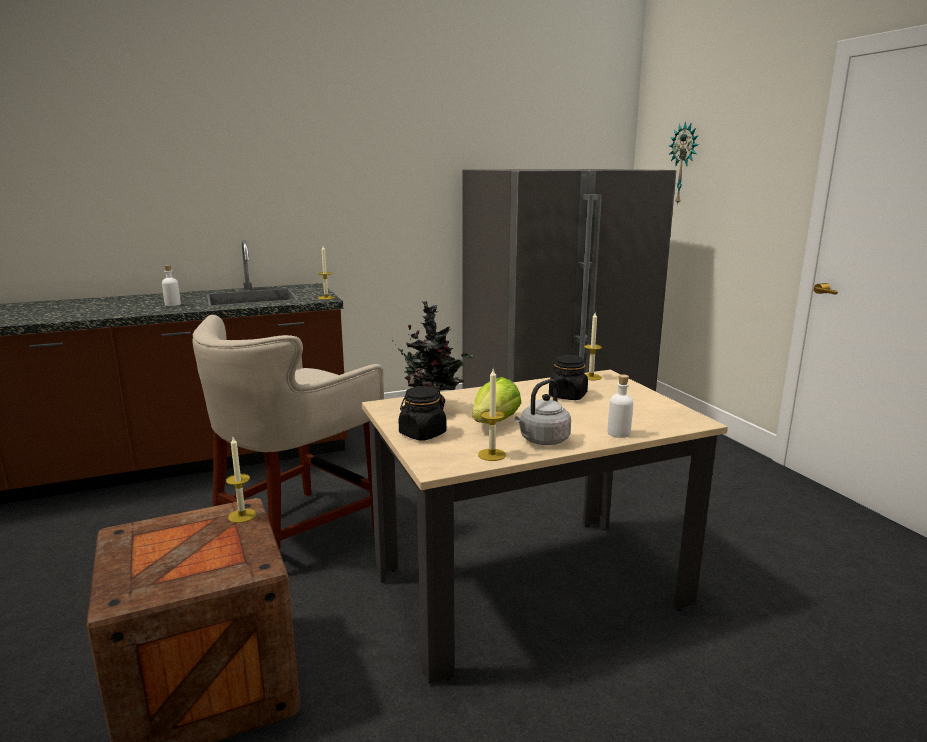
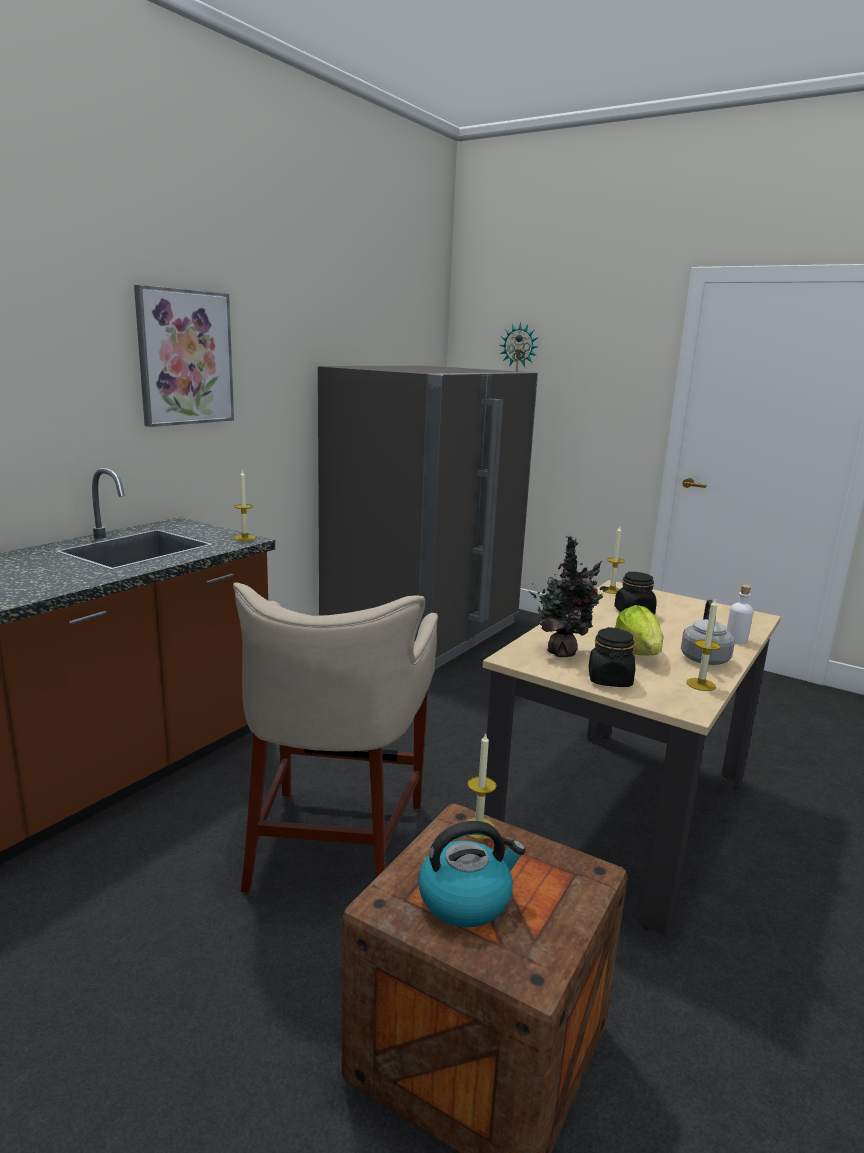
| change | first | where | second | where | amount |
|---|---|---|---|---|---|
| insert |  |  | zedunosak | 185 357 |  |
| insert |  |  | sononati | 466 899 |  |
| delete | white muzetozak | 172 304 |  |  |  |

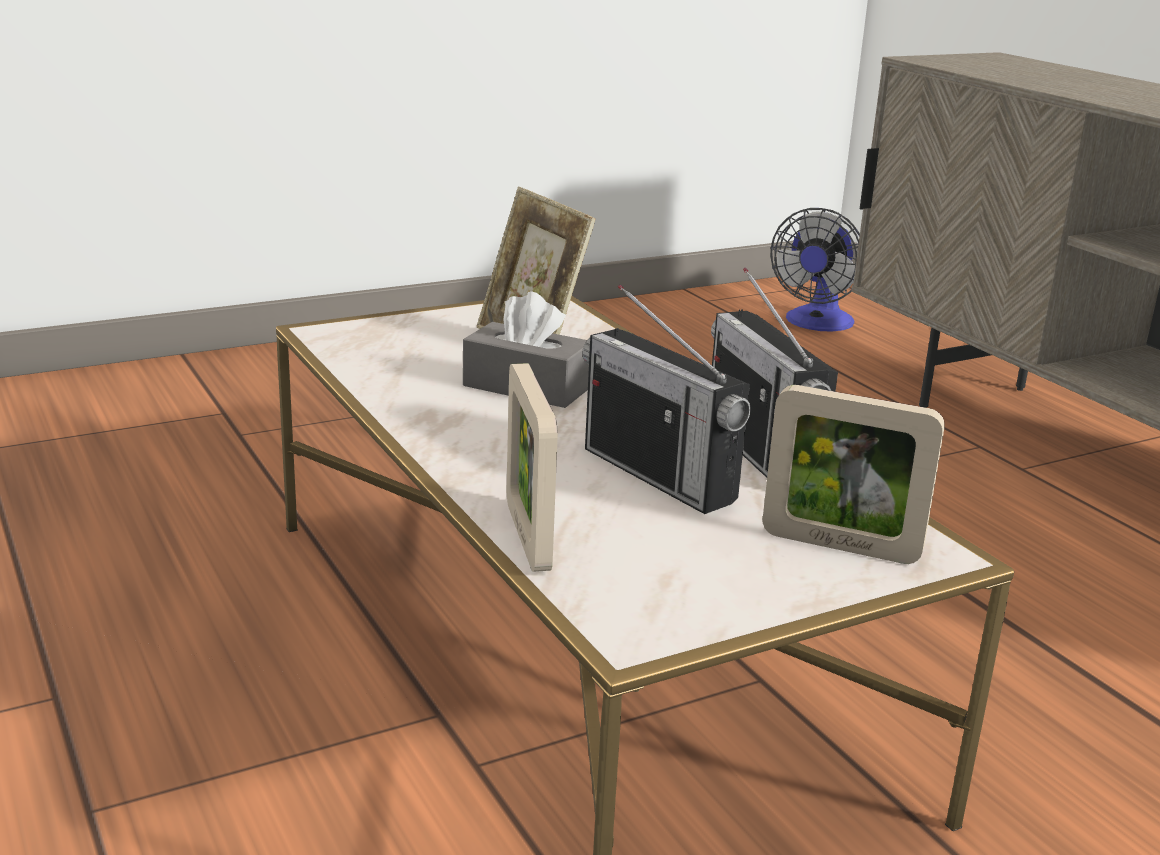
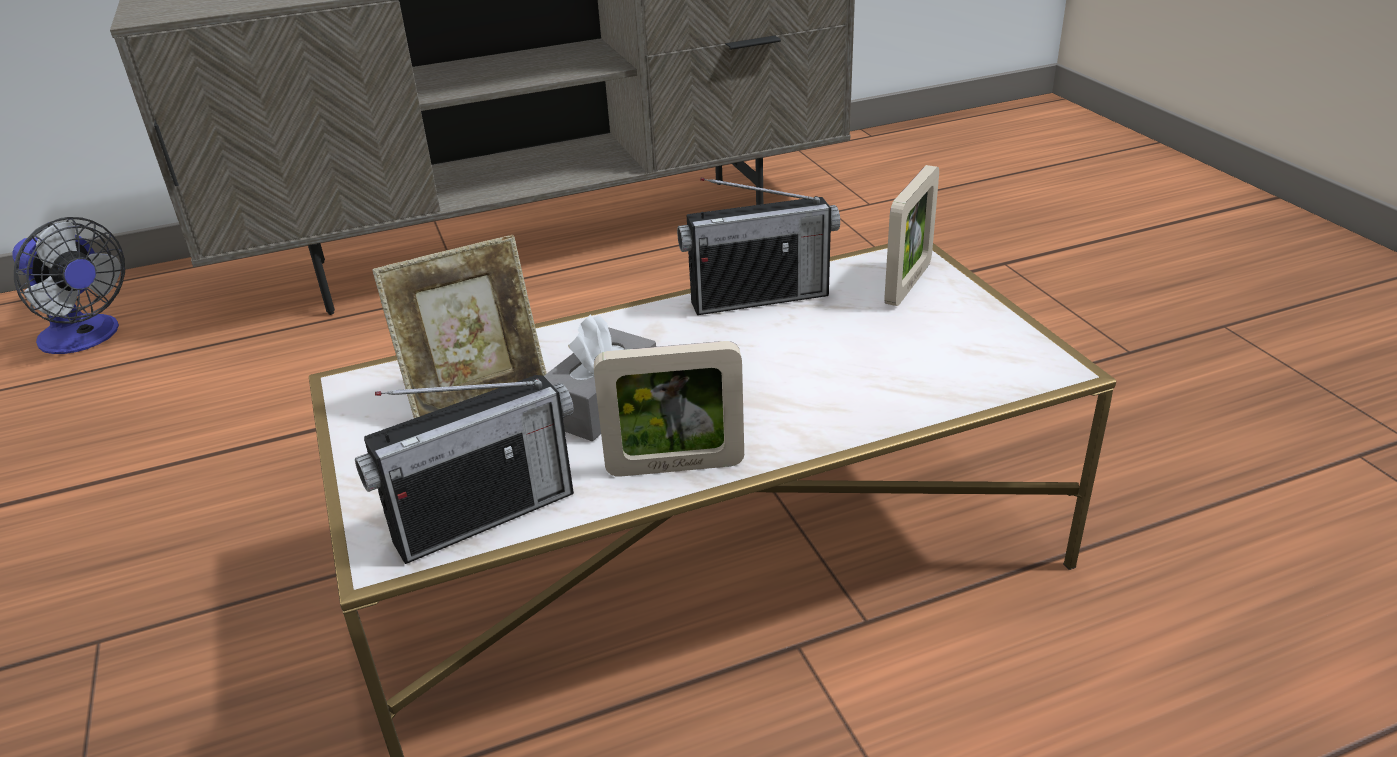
| change | first | where | second | where | amount |
|---|---|---|---|---|---|
| move | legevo | 658 475 |  | 483 515 |  |
| move | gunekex | 527 537 |  | 675 466 |  |

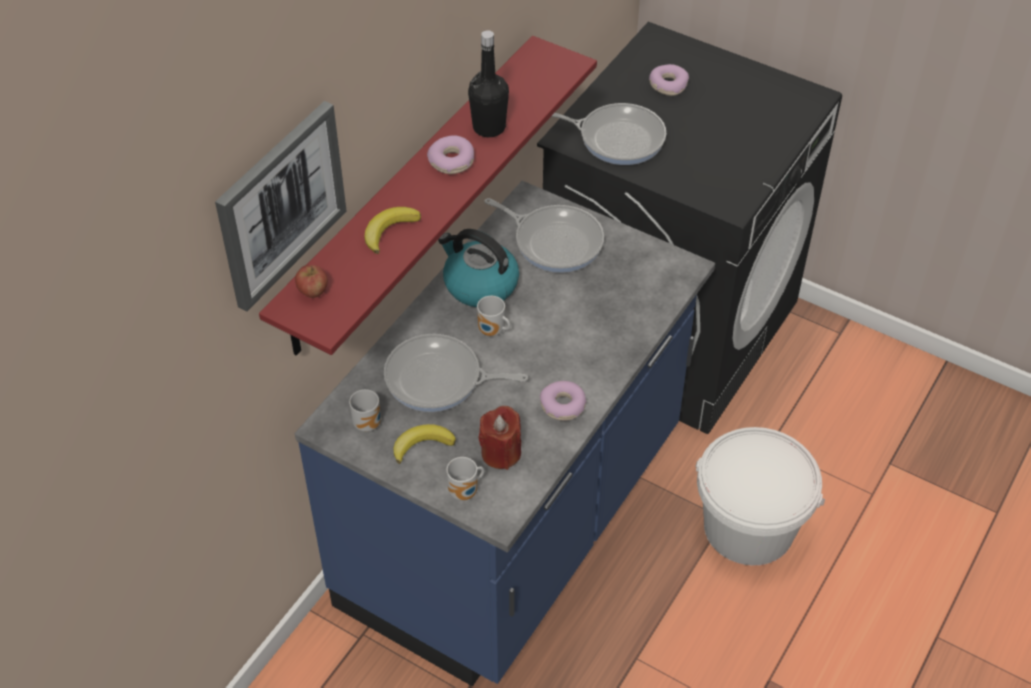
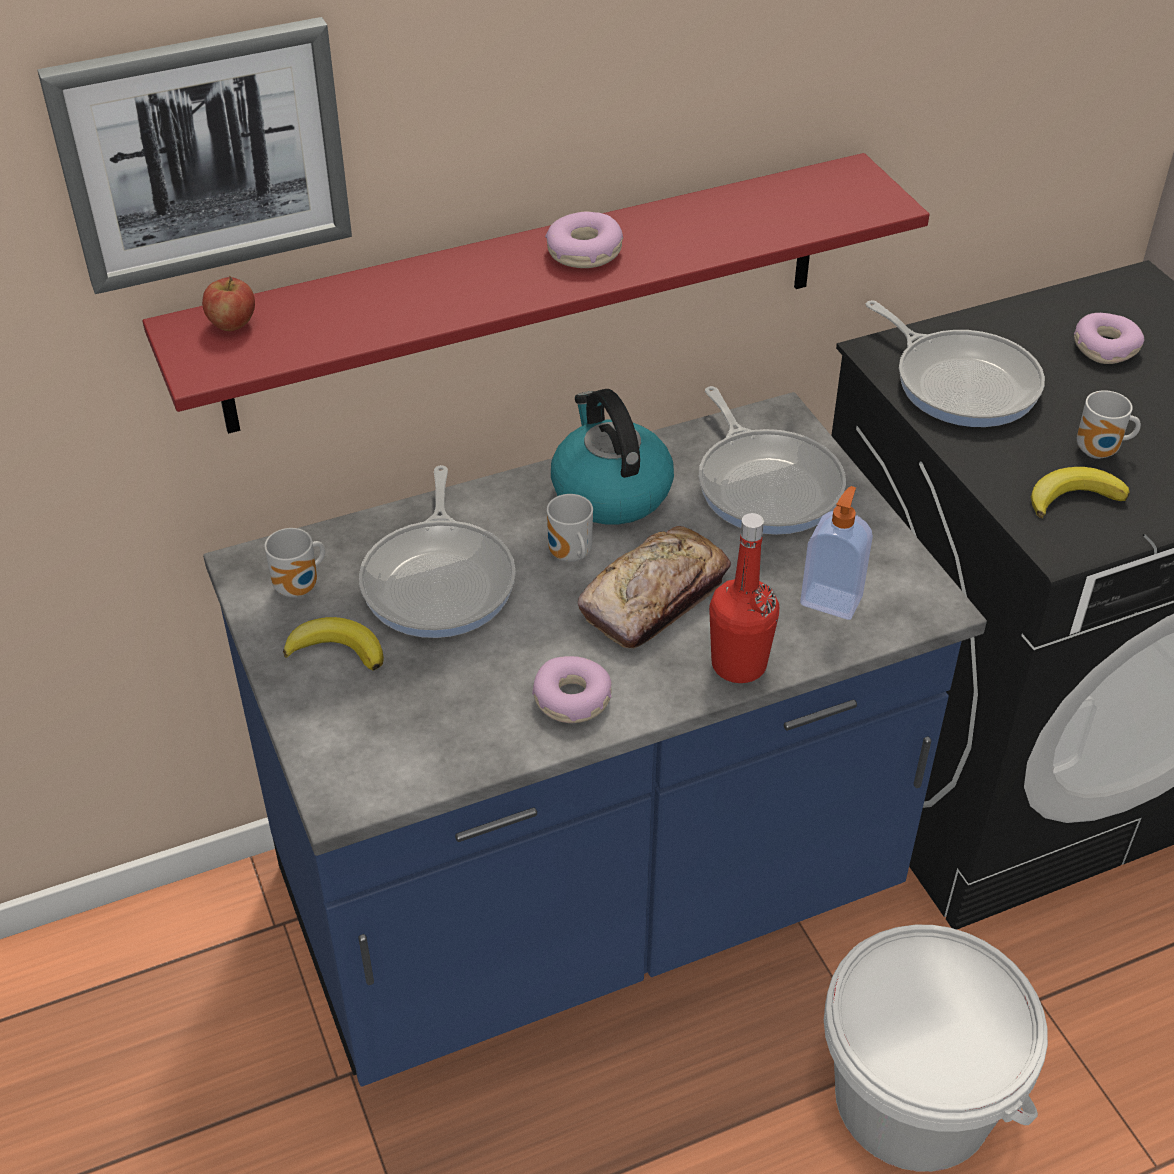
| change | first | where | second | where | amount |
|---|---|---|---|---|---|
| rotate | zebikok | 438 379 |  | 440 580 | 135 degrees counterclockwise |
| insert |  |  | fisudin | 654 598 |  |
| insert |  |  | red muzetozak | 739 664 |  |
| insert |  |  | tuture | 831 599 |  |
| move | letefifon | 389 231 |  | 1073 497 |  |
| move | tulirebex | 465 492 |  | 1099 453 |  |
| delete | black muzetozak | 489 127 |  |  |  |
| delete | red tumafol | 501 453 |  |  |  |

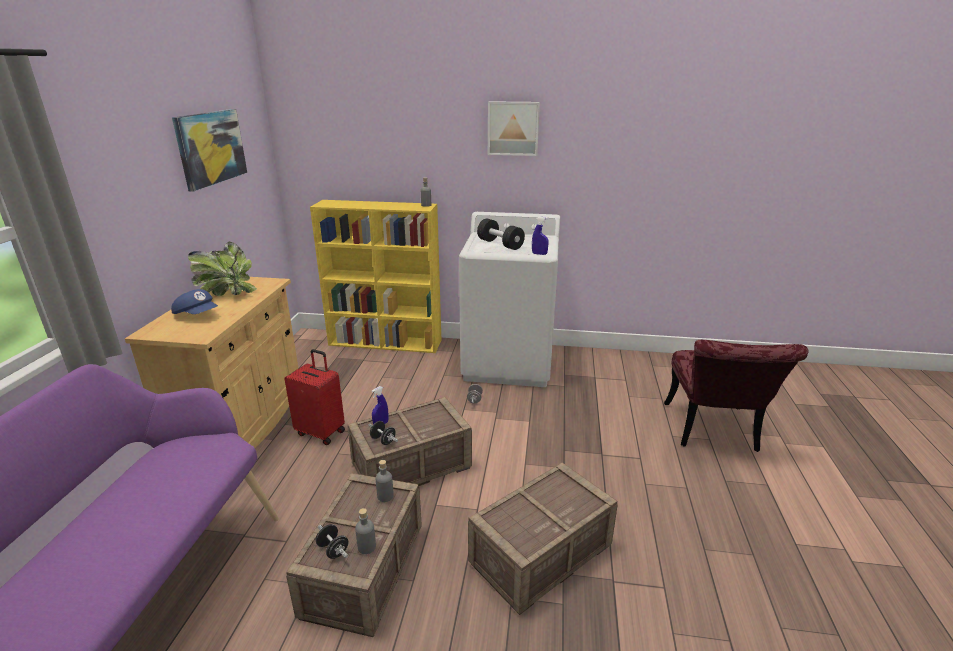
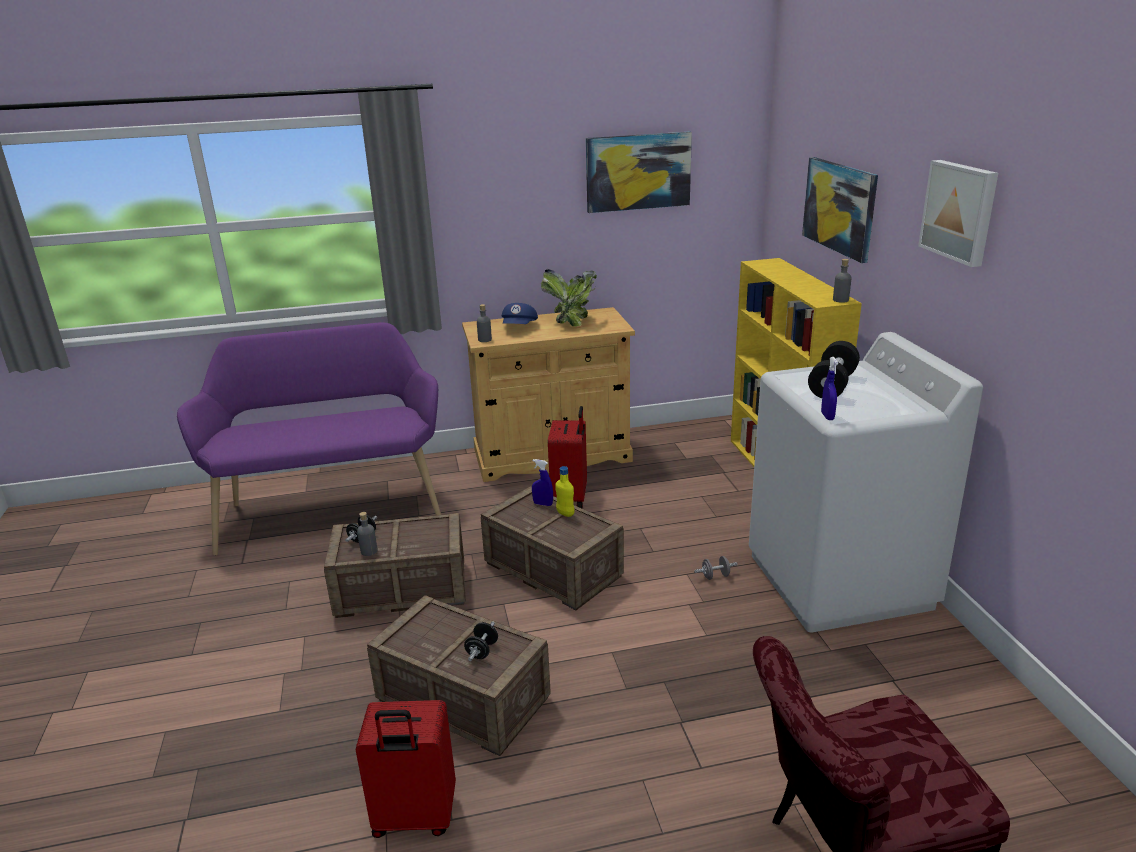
| change | first | where | second | where | amount |
|---|---|---|---|---|---|
| insert |  |  | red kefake | 414 818 |  |
| move | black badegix | 383 440 |  | 482 651 |  |
| move | grey muzetozak | 385 496 |  | 485 340 |  |
| insert |  |  | yellow muzetozak | 565 513 |  |
| insert |  |  | zedunosak | 839 207 |  |

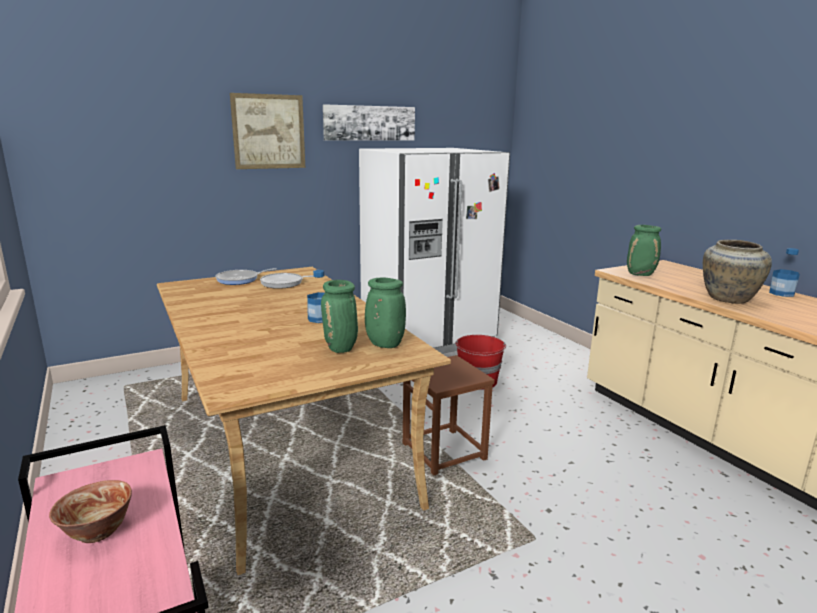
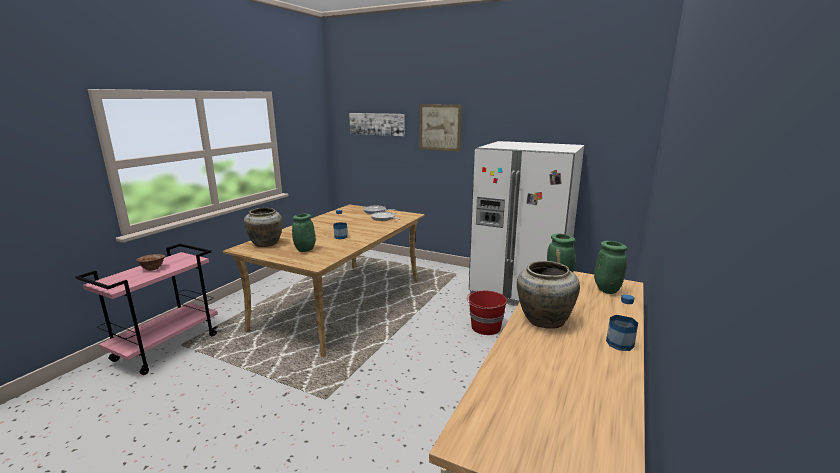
| change | first | where | second | where | amount |
|---|---|---|---|---|---|
| insert |  |  | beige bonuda | 266 244 |  |
| move | zedunosak | 369 123 |  | 377 124 |  |
| move | green bonuda | 384 344 |  | 605 290 |  |
| delete | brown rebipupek | 444 451 |  |  |  |

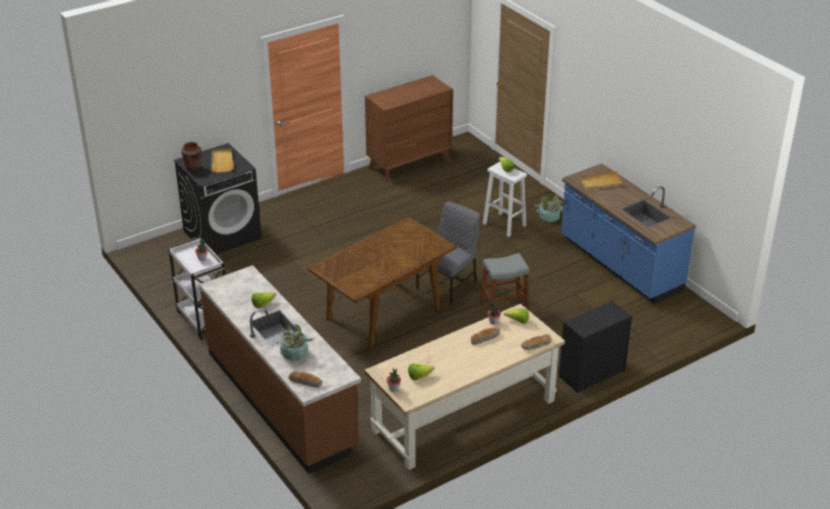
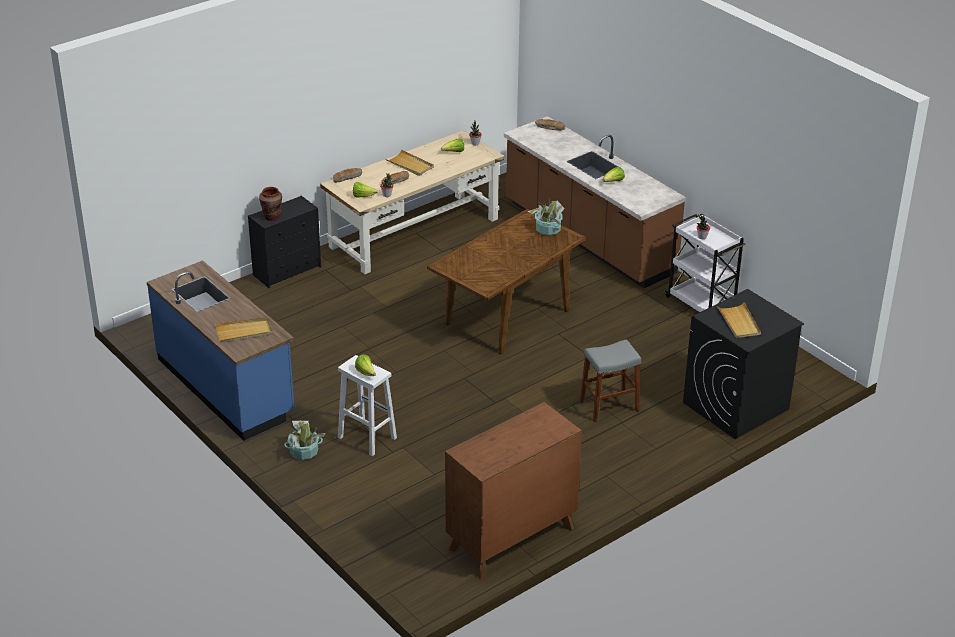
| change | first | where | second | where | amount |
|---|---|---|---|---|---|
| move | brown bonuda | 193 168 |  | 272 217 |  |
| insert |  |  | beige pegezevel | 410 165 |  |
| move | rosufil | 294 353 |  | 548 230 |  |
| move | grey rebipupek | 503 308 |  | 609 406 |  |
| delete | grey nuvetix | 448 285 |  |  |  |

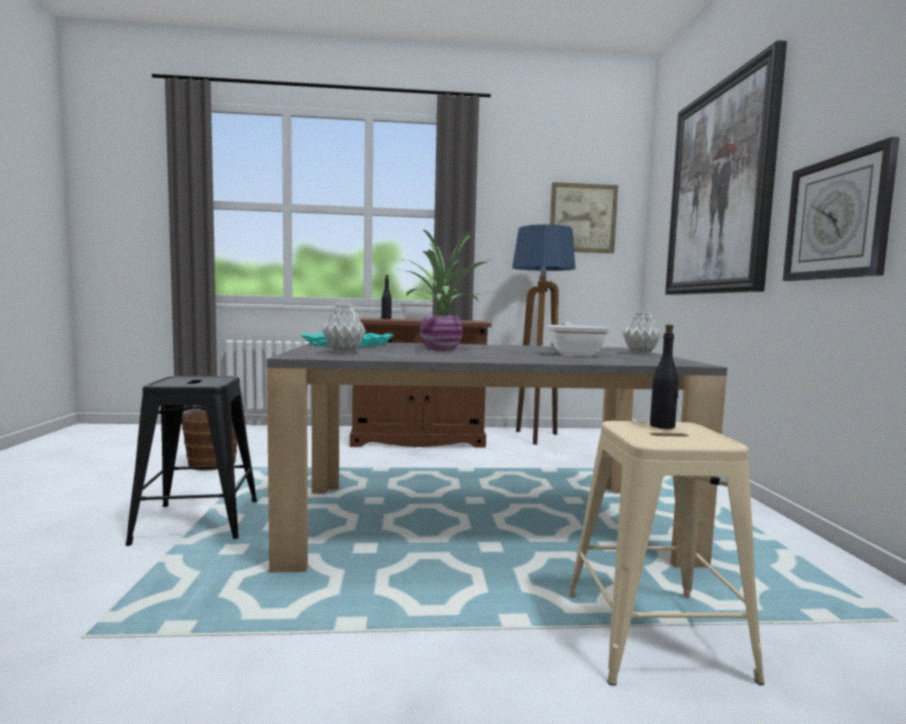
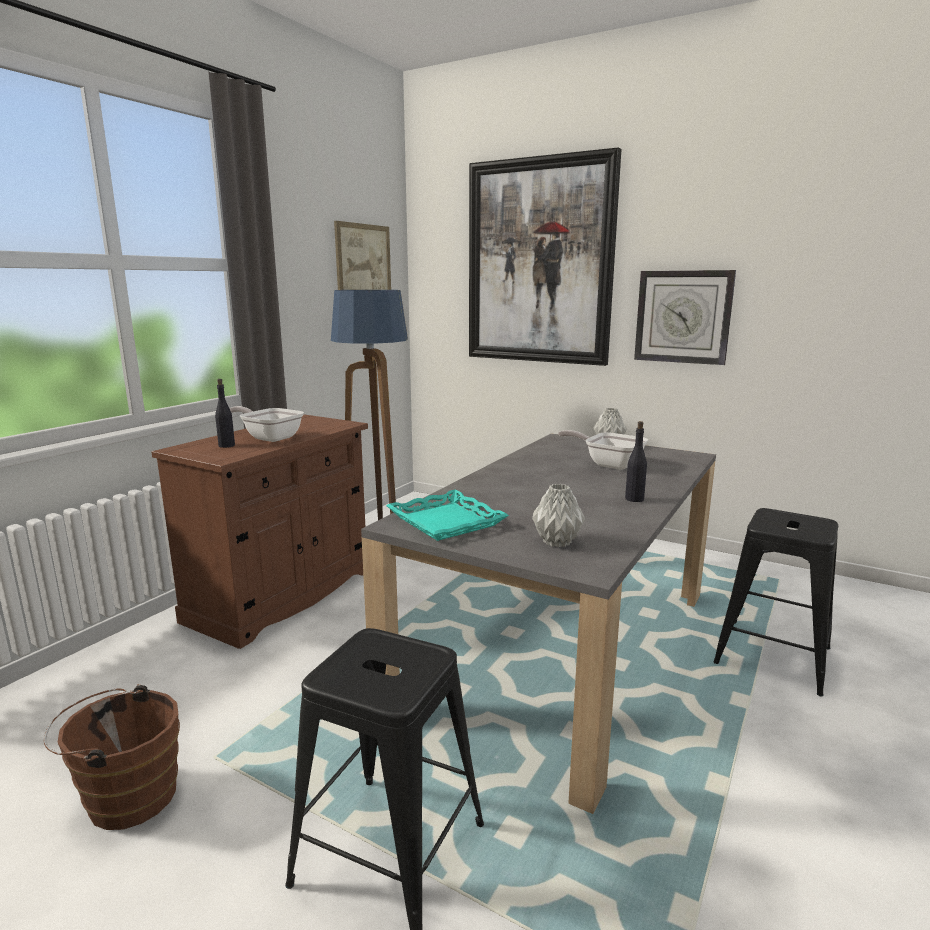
| change | first | where | second | where | amount |
|---|---|---|---|---|---|
| move | black muzetozak | 662 426 |  | 634 499 |  |
| recolor | beige rebipupek | 654 635 | black rebipupek | 772 655 |  |
| delete | rosufil | 443 349 |  |  |  |

